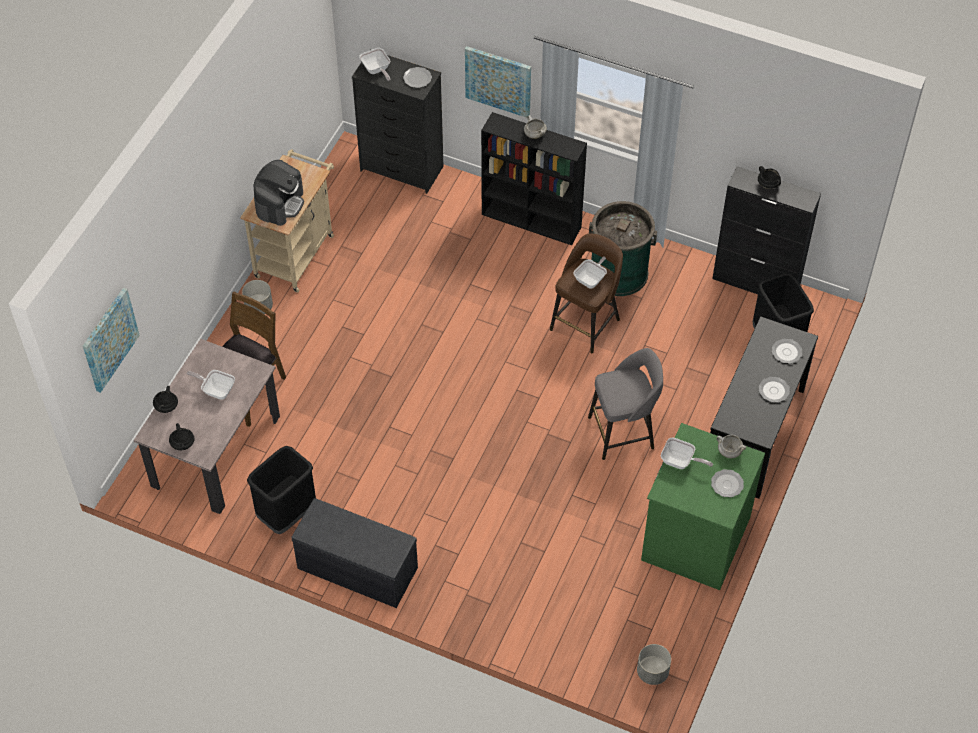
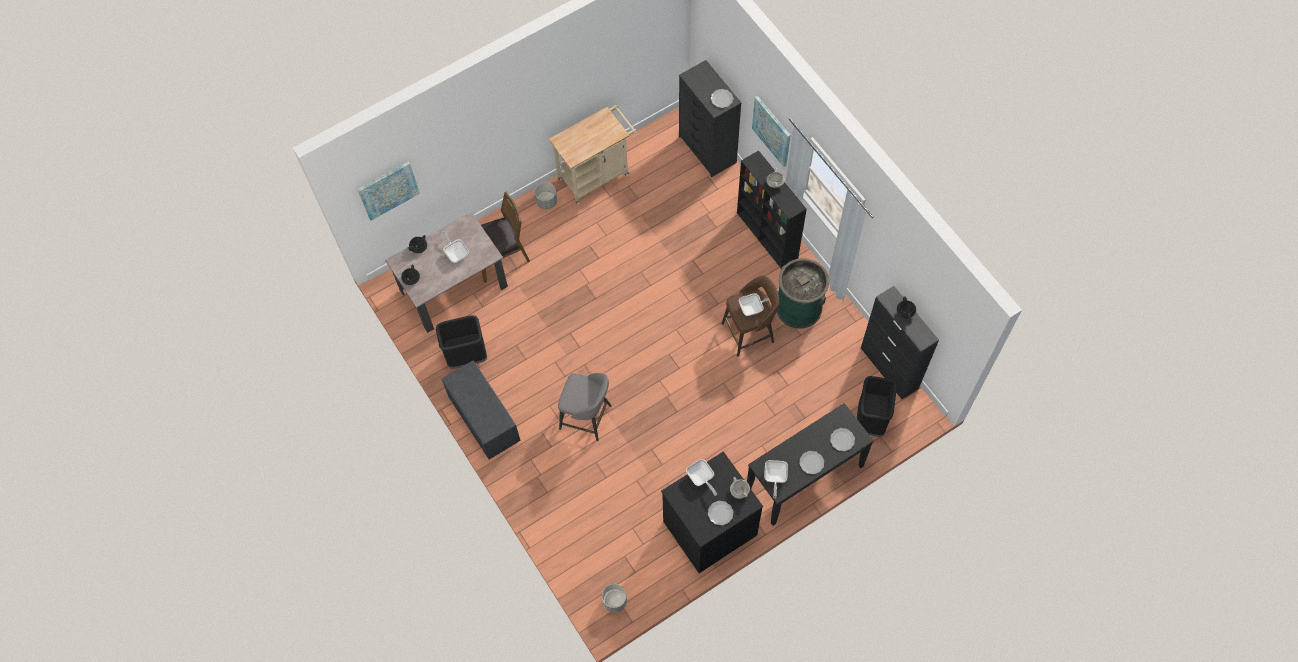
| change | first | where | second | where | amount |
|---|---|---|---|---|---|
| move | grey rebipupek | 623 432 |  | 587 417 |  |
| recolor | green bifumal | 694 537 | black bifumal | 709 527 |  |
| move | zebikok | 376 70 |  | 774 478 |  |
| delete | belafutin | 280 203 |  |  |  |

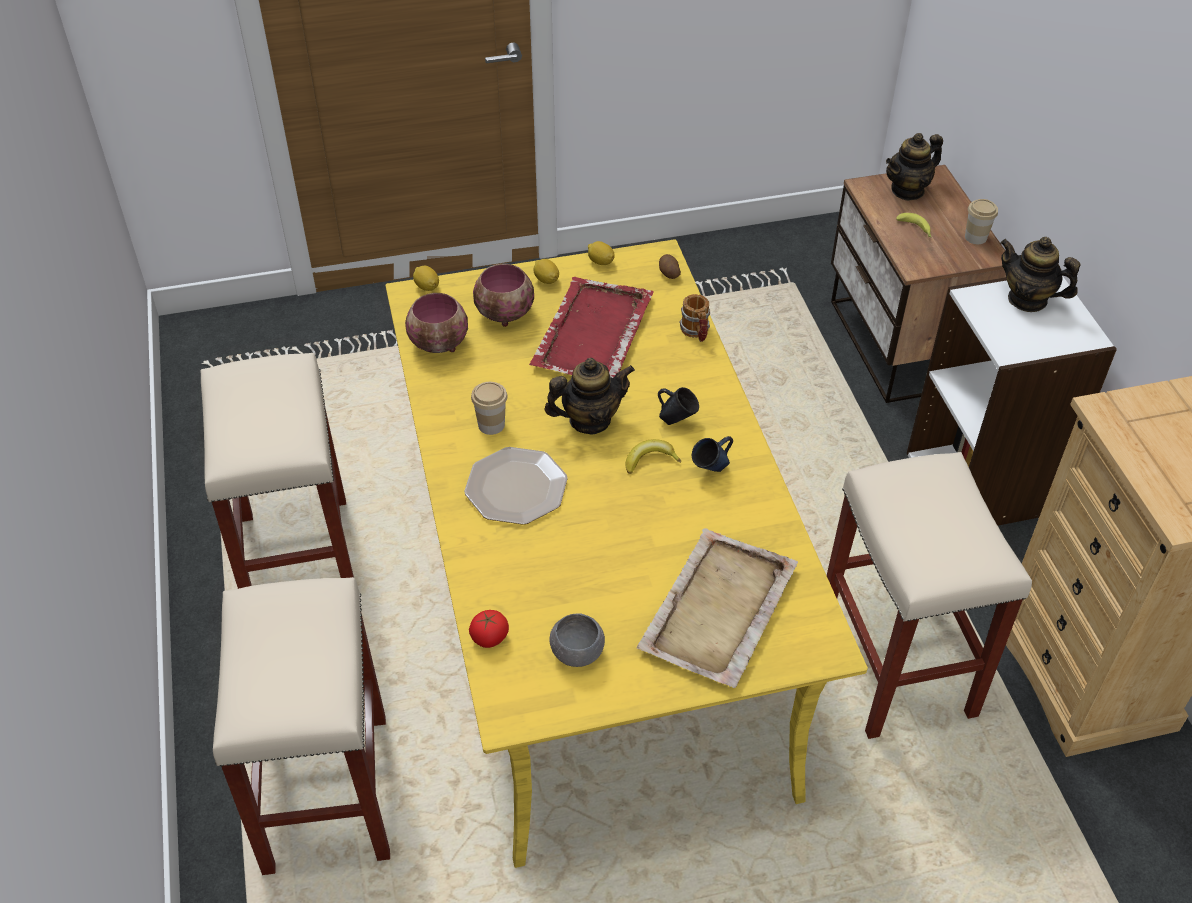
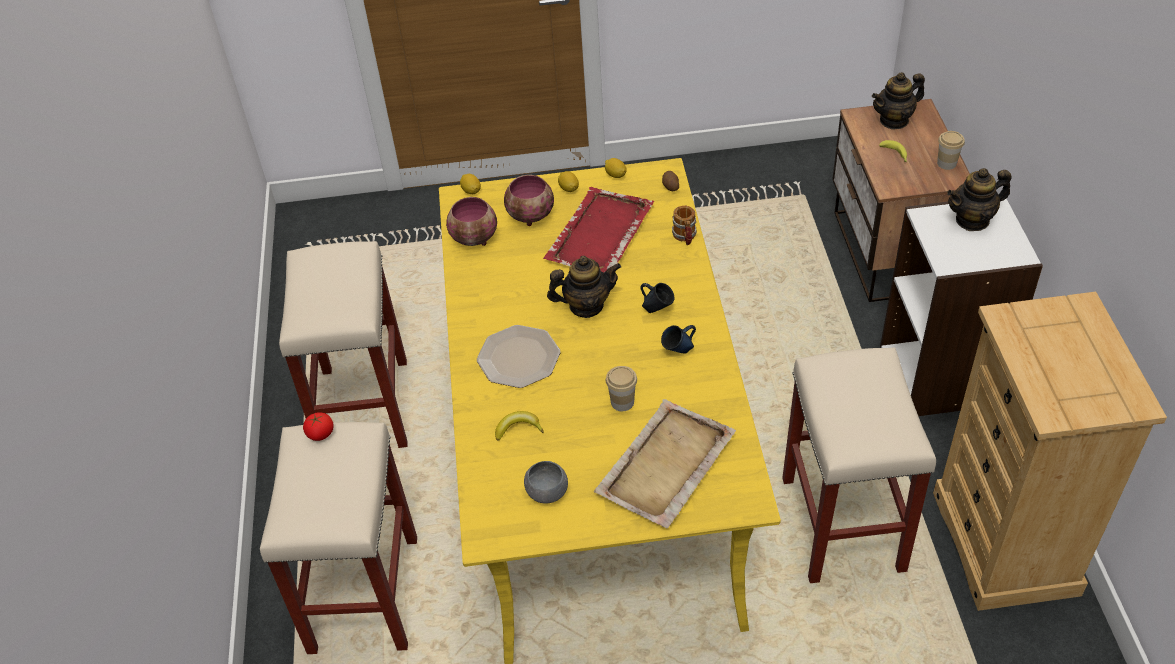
| change | first | where | second | where | amount |
|---|---|---|---|---|---|
| move | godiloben | 490 637 |  | 321 434 |  |
| move | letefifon | 650 460 |  | 518 428 |  |
| move | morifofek | 491 425 |  | 622 402 |  |
| rotate | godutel | 1027 299 |  | 972 220 | 60 degrees counterclockwise |

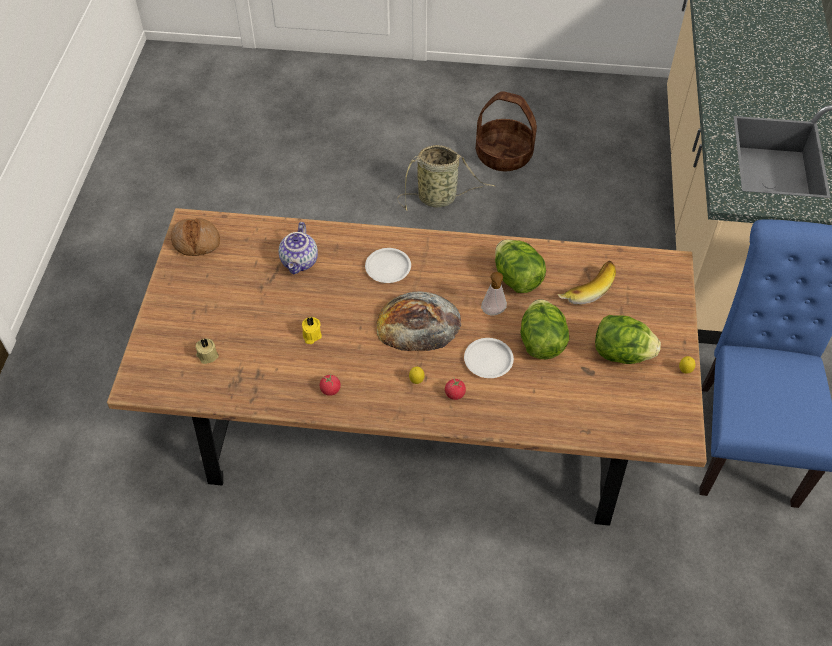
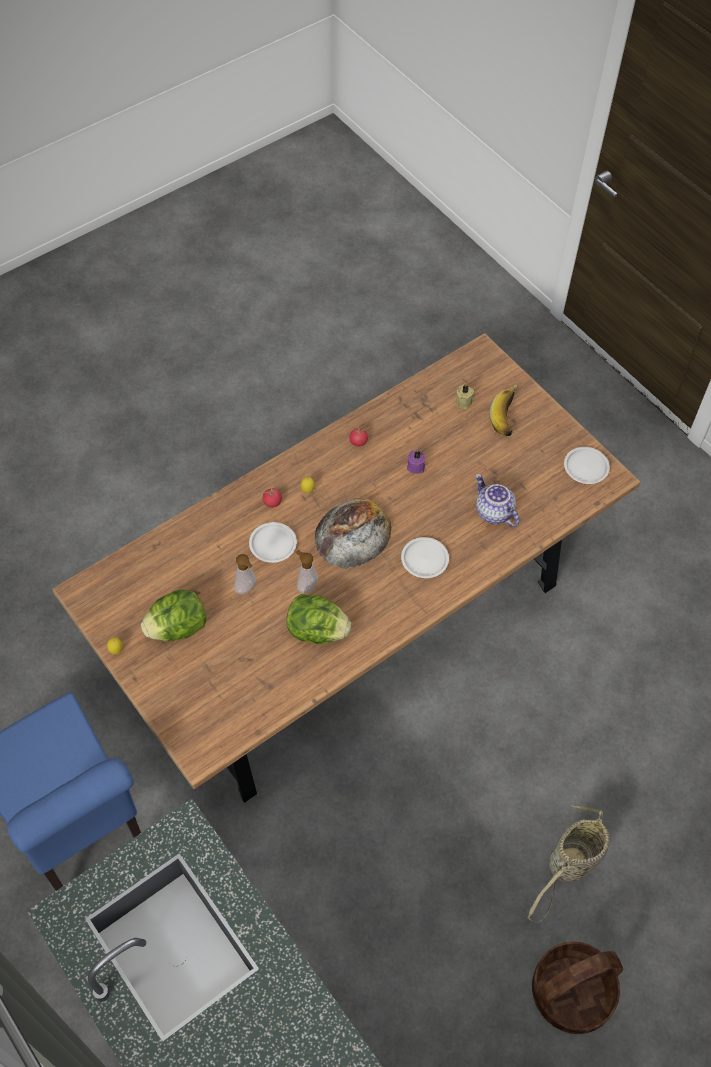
| change | first | where | second | where | amount |
|---|---|---|---|---|---|
| replace | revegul | 541 342 | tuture | 247 589 |  |
| recolor | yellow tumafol | 311 335 | purple tumafol | 415 466 |  |
| move | letefifon | 585 287 |  | 508 417 |  |
| replace | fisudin | 196 241 | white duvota | 586 468 |  |

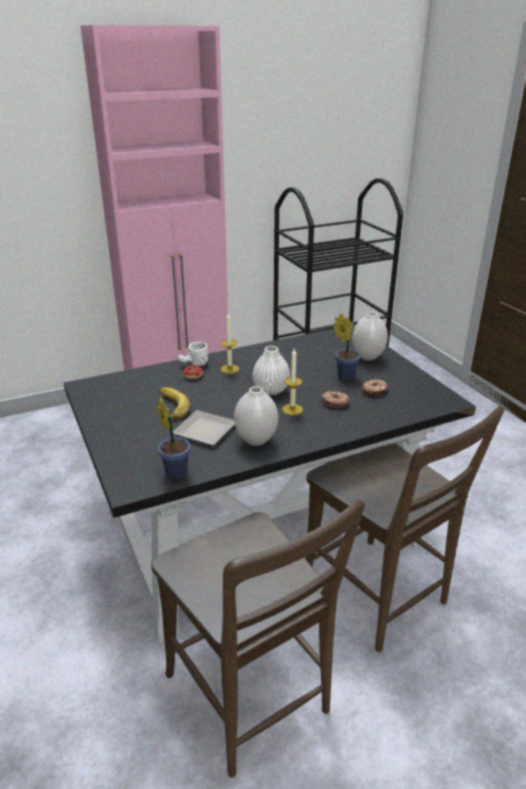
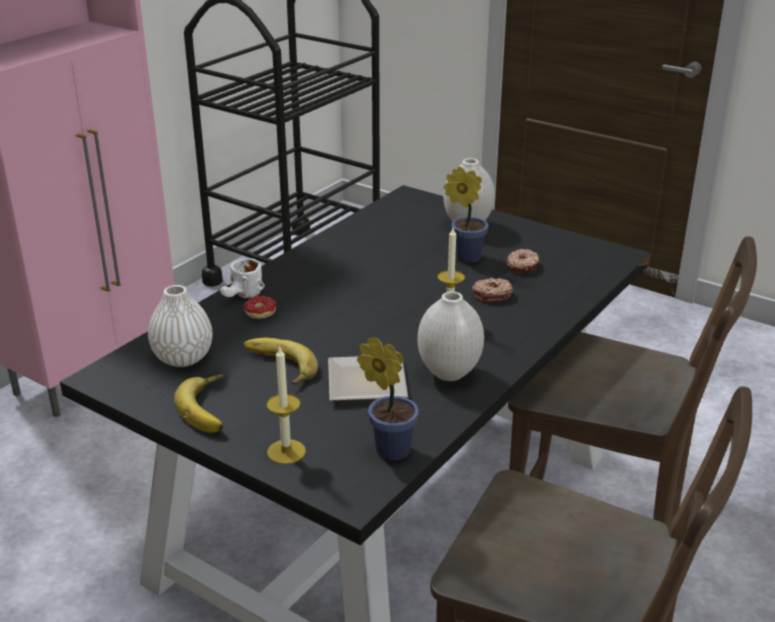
| change | first | where | second | where | amount |
|---|---|---|---|---|---|
| move | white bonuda | 271 390 |  | 183 358 |  |
| insert |  |  | letefifon | 211 408 |  |
| move | tumafol | 229 369 |  | 286 451 |  |

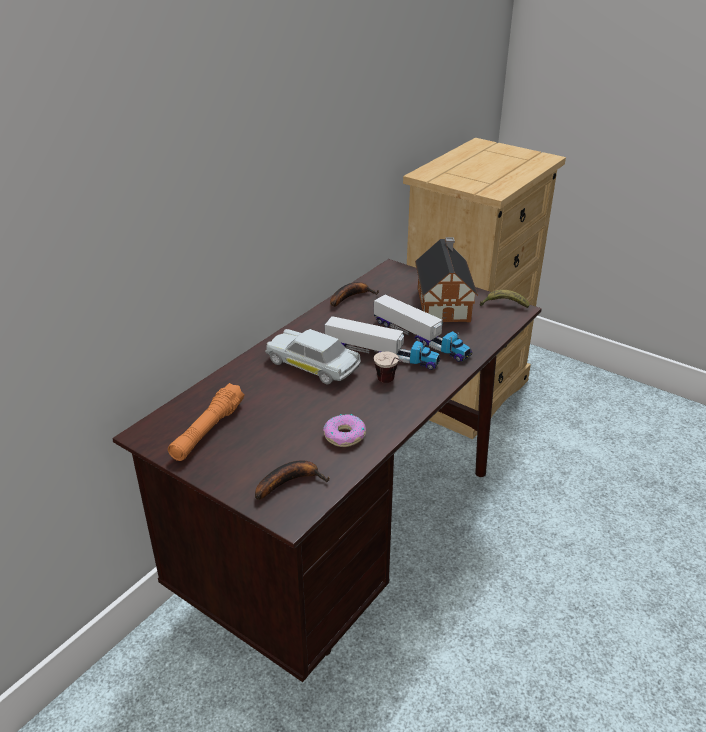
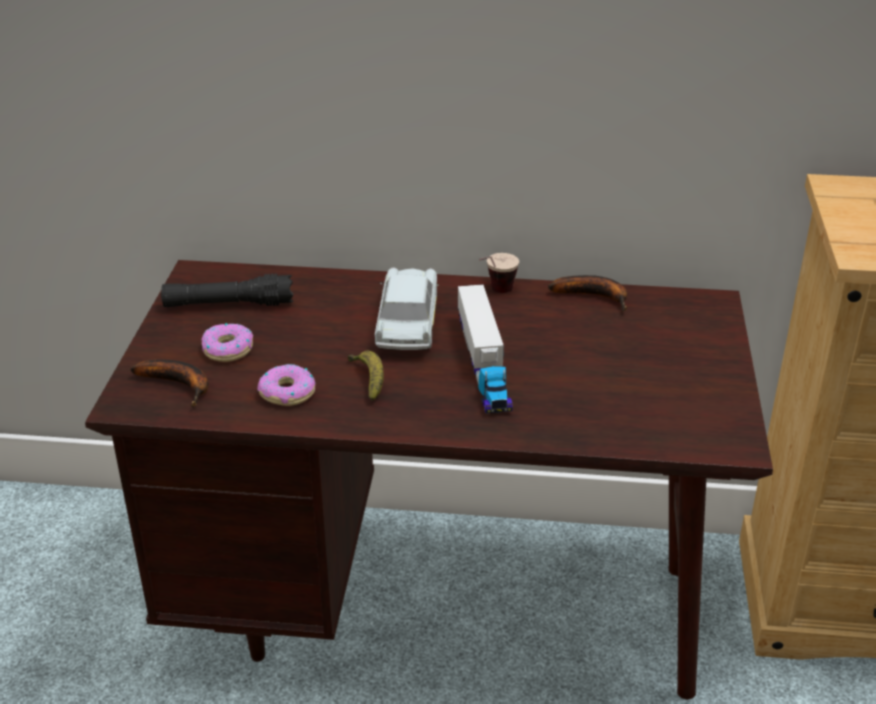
| change | first | where | second | where | amount |
|---|---|---|---|---|---|
| recolor | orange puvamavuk | 208 431 | black puvamavuk | 228 304 |  |
| insert |  |  | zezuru | 227 349 |  |
| move | letefifon | 503 305 |  | 369 380 |  |
| move | morifofek | 390 384 |  | 494 294 |  |
| delete | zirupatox | 421 338 |  |  |  |
| delete | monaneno | 443 303 |  |  |  |

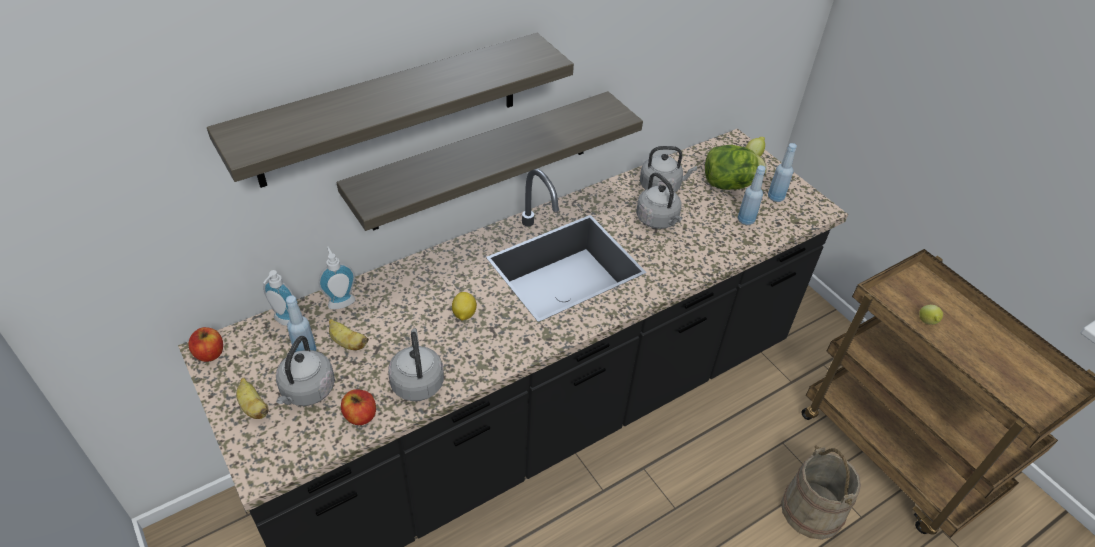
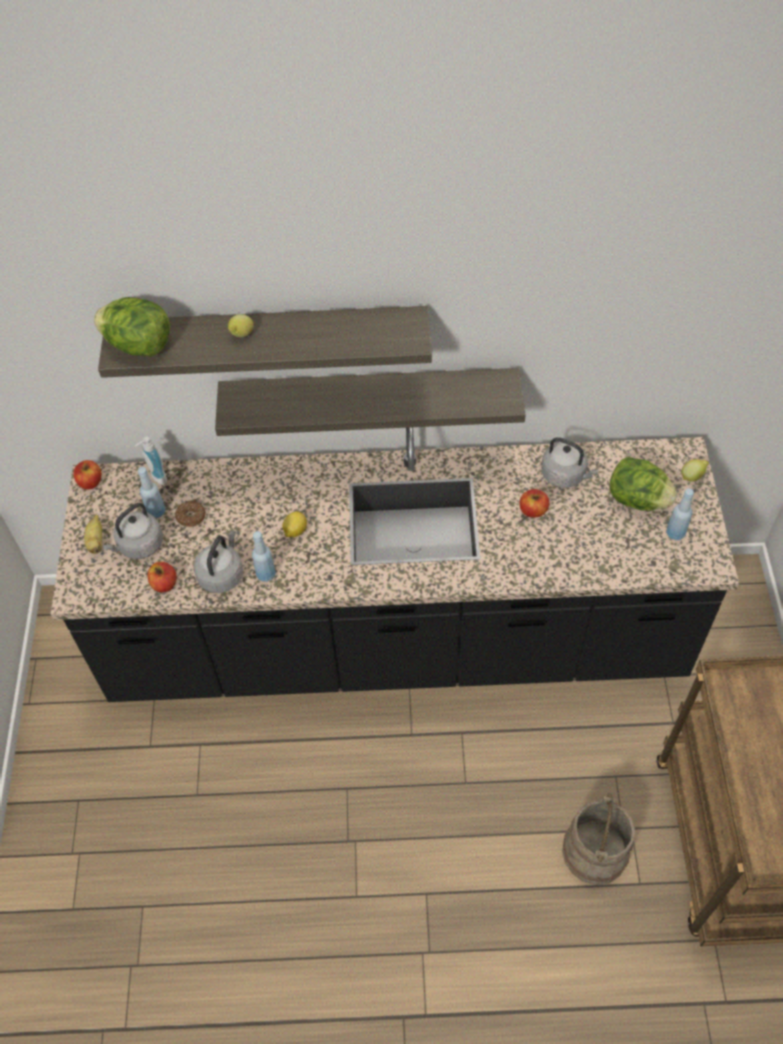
| change | first | where | second | where | amount |
|---|---|---|---|---|---|
| insert |  |  | revegul | 139 345 |  |
| replace | letefifon | 347 343 | zezuru | 191 517 |  |
| move | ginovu | 927 322 |  | 241 335 |  |
| move | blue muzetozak | 745 220 |  | 266 574 |  |
| replace | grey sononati | 658 220 | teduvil | 533 510 |  |
| delete | tuture | 340 301 |  |  |  |

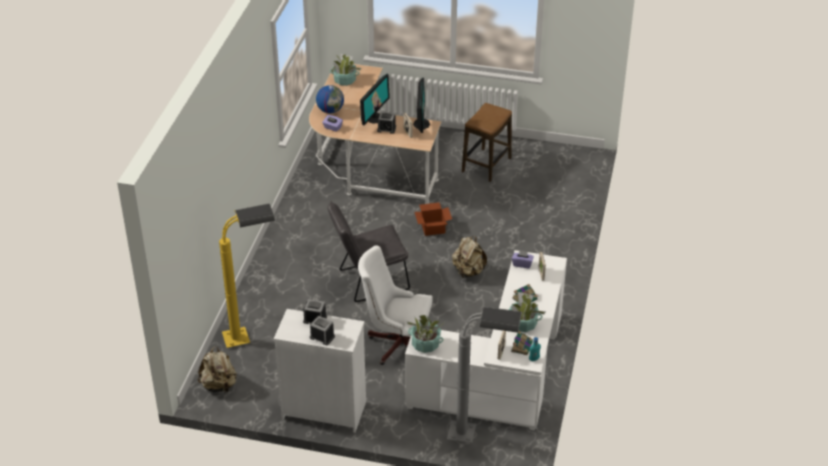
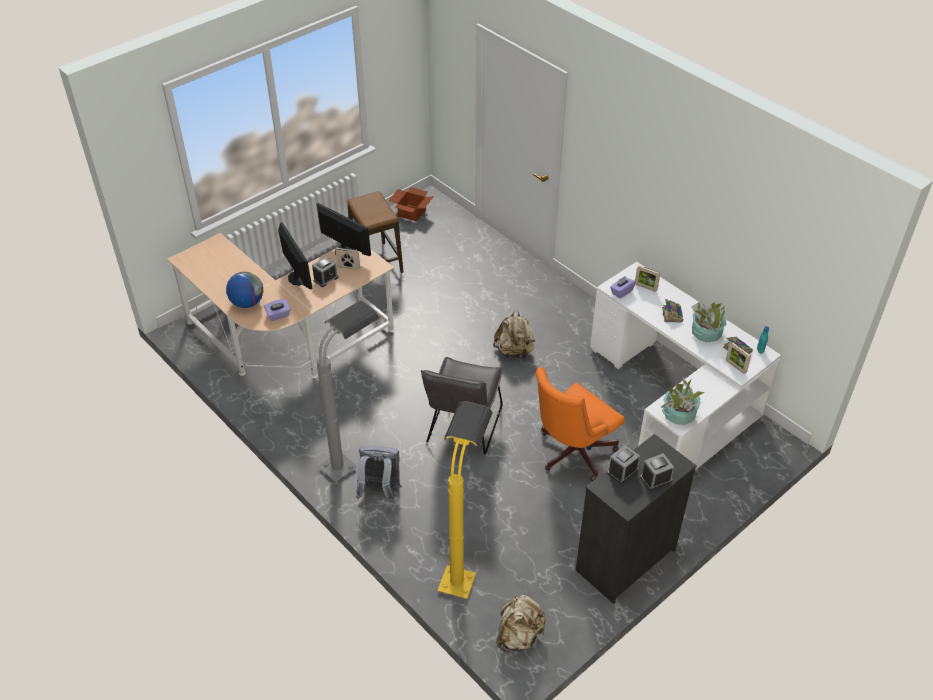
| change | first | where | second | where | amount |
|---|---|---|---|---|---|
| move | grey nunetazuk | 480 436 |  | 353 457 |  |
| insert |  |  | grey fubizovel | 380 492 |  |
| move | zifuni | 433 227 |  | 411 212 |  |
| recolor | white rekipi | 397 343 | orange rekipi | 571 453 |  |
| recolor | white bifumal | 324 410 | black bifumal | 625 560 |  |
| delete | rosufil | 344 80 |  |  |  |

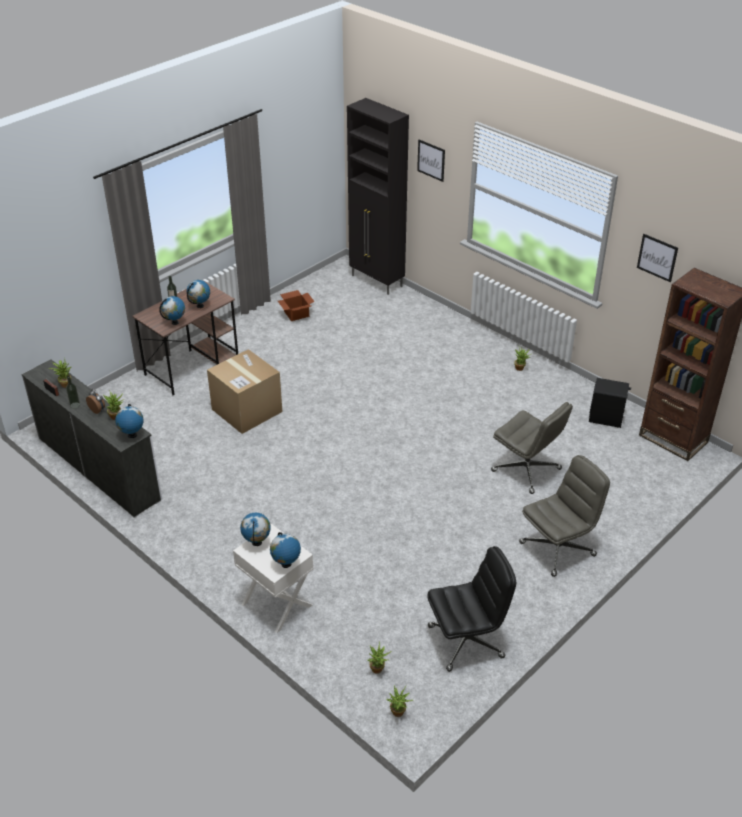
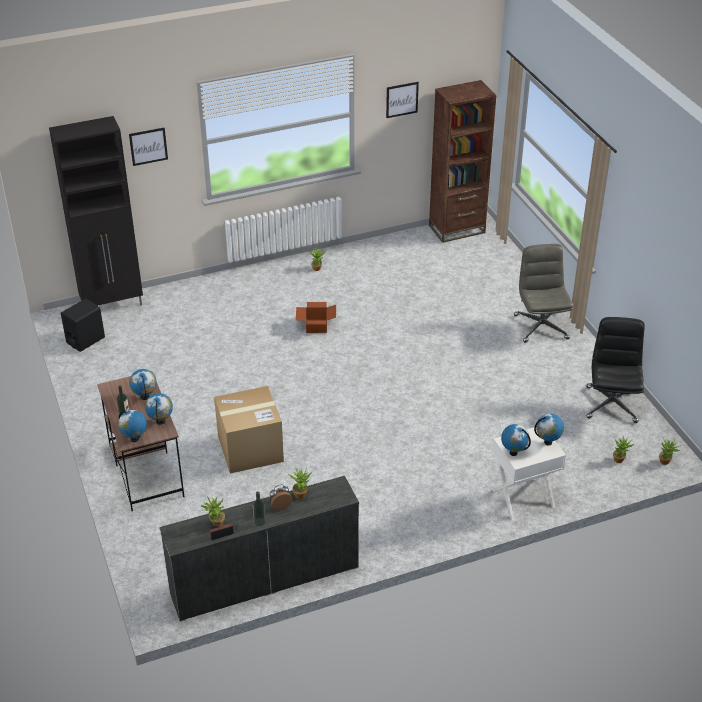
| change | first | where | second | where | amount |
|---|---|---|---|---|---|
| move | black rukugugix | 606 418 |  | 85 340 |  |
| move | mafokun | 132 435 |  | 134 439 |  |
| move | zifuni | 296 313 |  | 315 326 |  |
| delete | grey rekipi | 527 470 |  |  |  |

